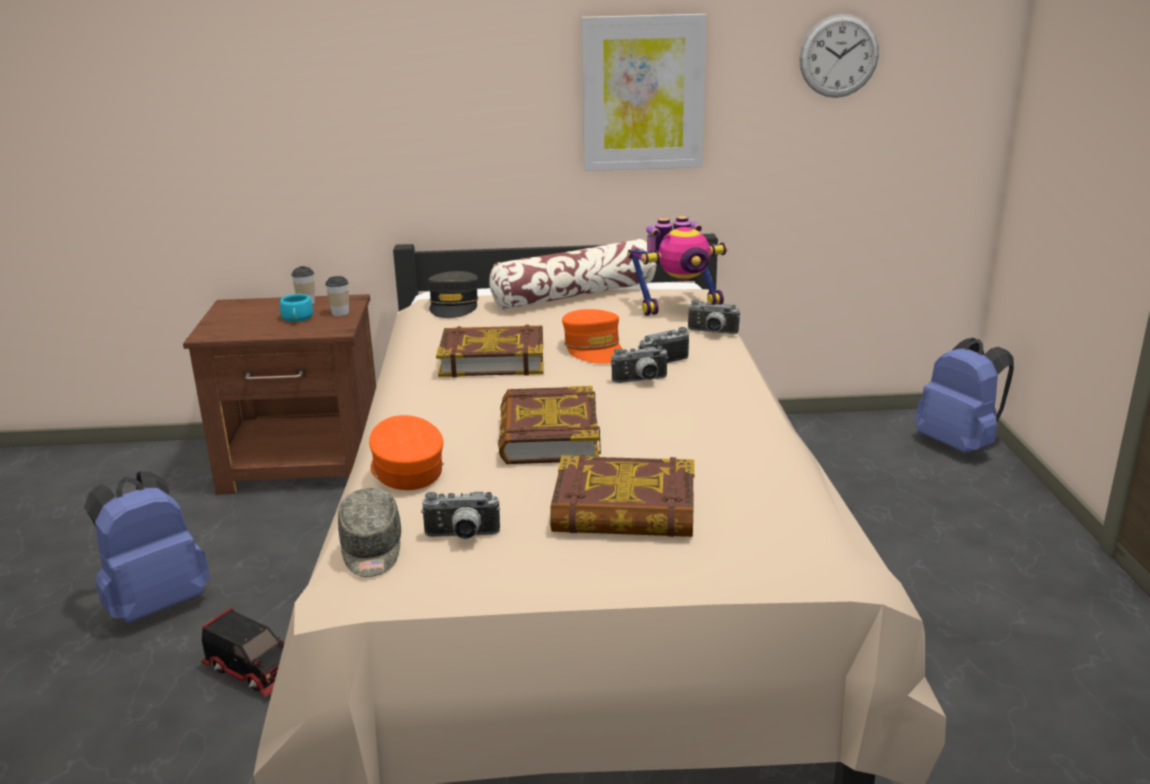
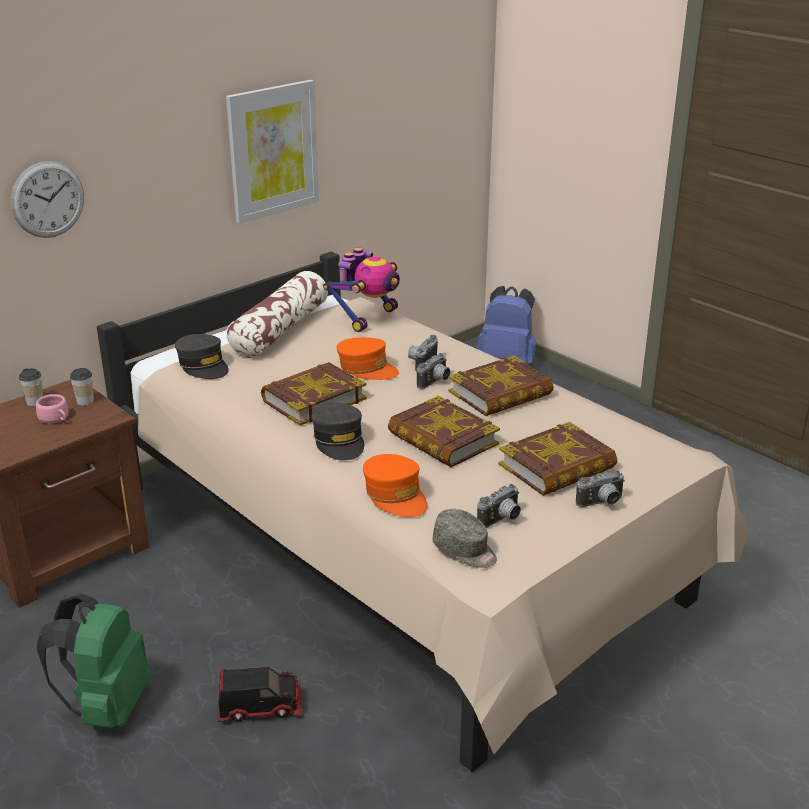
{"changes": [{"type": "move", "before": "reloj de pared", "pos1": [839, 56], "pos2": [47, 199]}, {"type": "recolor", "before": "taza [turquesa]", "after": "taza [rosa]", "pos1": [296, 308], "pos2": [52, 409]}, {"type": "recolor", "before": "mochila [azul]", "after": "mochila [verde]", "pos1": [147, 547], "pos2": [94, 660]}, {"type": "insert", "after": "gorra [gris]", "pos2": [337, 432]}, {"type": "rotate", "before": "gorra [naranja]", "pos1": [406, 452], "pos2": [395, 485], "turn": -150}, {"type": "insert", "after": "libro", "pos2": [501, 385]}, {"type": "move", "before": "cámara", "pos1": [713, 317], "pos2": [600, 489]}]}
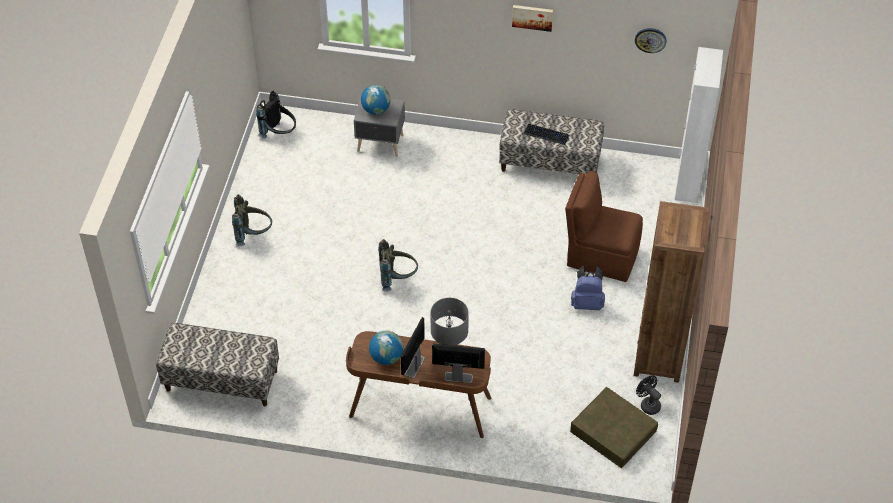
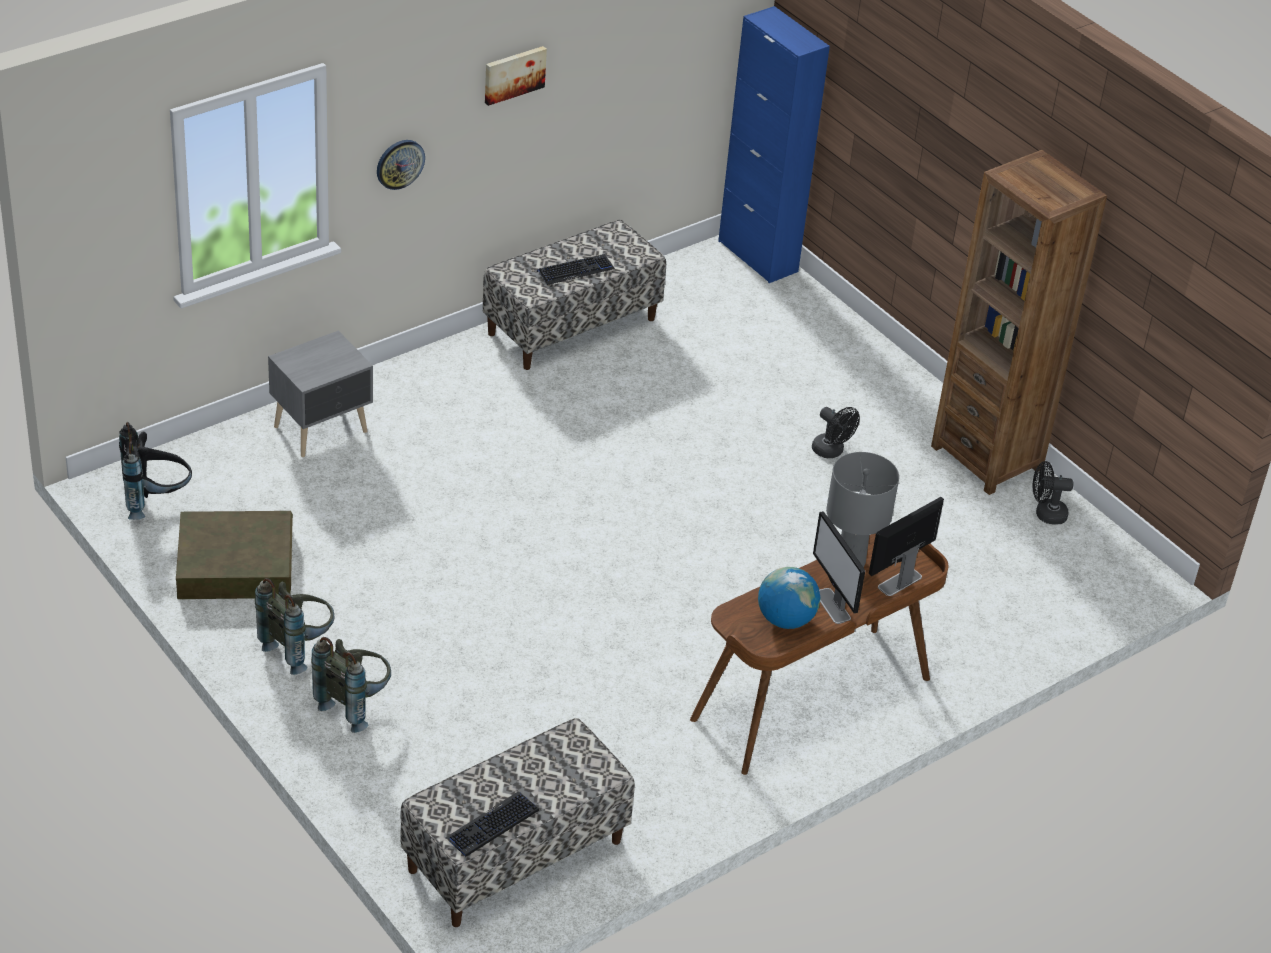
{"changes": [{"type": "move", "before": "caja de almacenaje [marrón]", "pos1": [614, 427], "pos2": [234, 555]}, {"type": "move", "before": "mochila [gris]", "pos1": [398, 265], "pos2": [351, 685]}, {"type": "move", "before": "reloj de pared", "pos1": [650, 40], "pos2": [401, 165]}, {"type": "insert", "after": "teclado", "pos2": [492, 824]}, {"type": "recolor", "before": "armario [blanco]", "after": "armario [azul]", "pos1": [699, 125], "pos2": [774, 144]}, {"type": "replace", "before": "mochila [azul]", "after": "ventilador [negro]", "pos1": [588, 288], "pos2": [836, 432]}, {"type": "delete", "before": "globo terráqueo", "pos1": [375, 100]}, {"type": "delete", "before": "silla [marrón]", "pos1": [604, 226]}]}
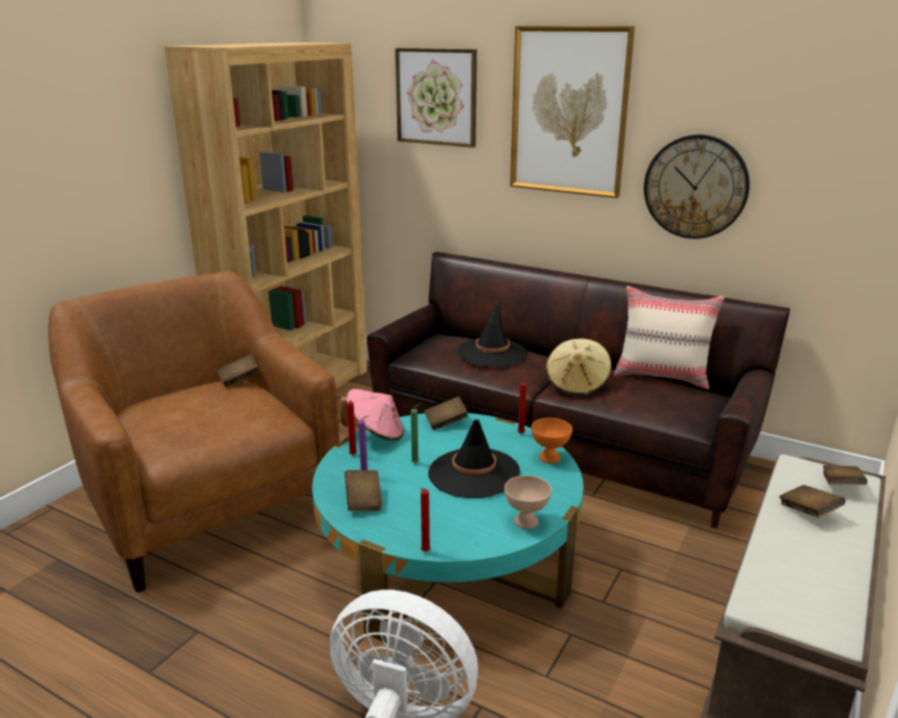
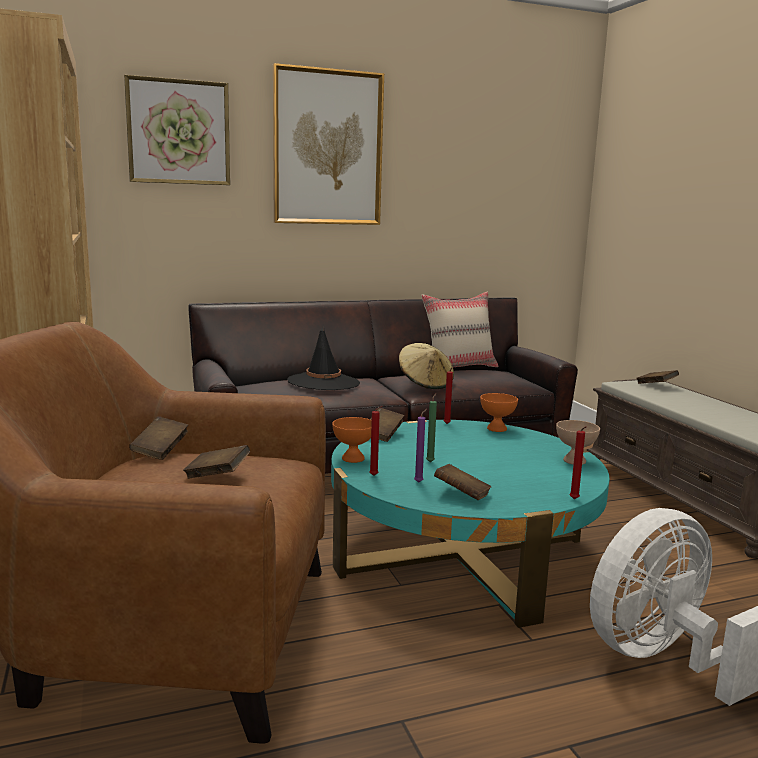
{"changes": [{"type": "move", "before": "libro [marrón]", "pos1": [812, 501], "pos2": [216, 462]}, {"type": "replace", "before": "sombrero [rosa]", "after": "cuenco [naranja]", "pos1": [372, 415], "pos2": [352, 440]}, {"type": "delete", "before": "sombrero [negro]", "pos1": [474, 458]}, {"type": "delete", "before": "reloj de pared", "pos1": [697, 187]}]}
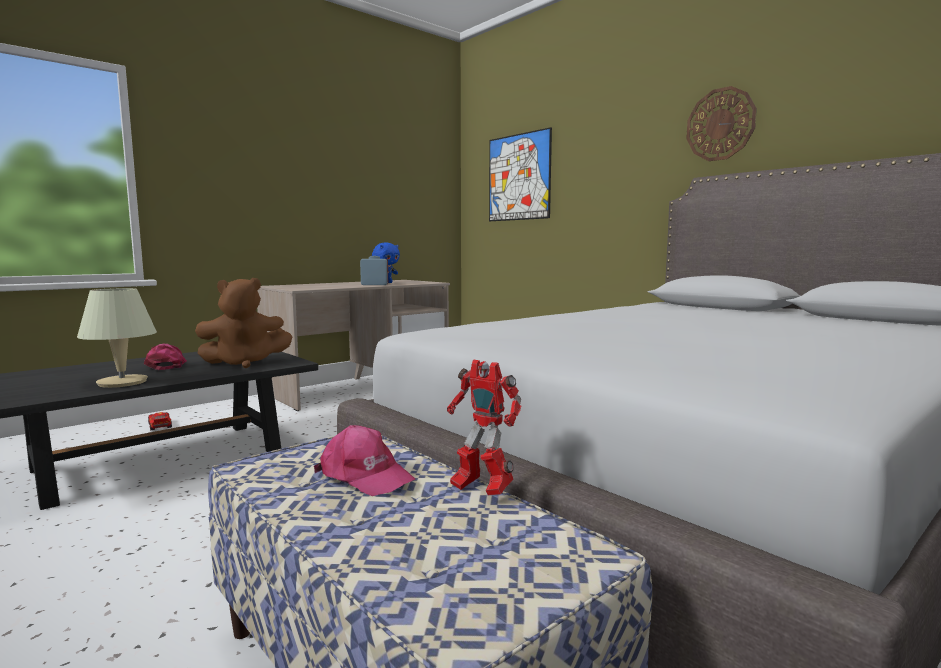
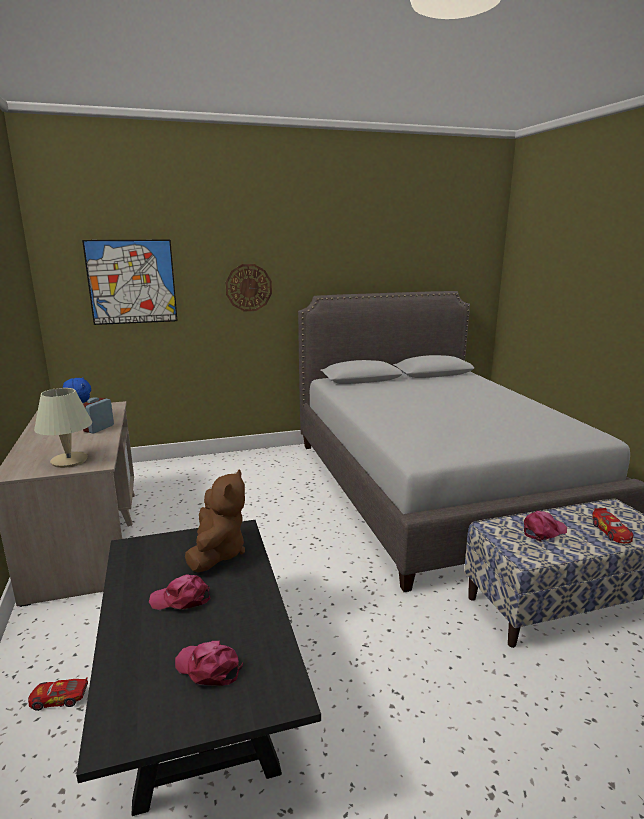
{"changes": [{"type": "move", "before": "lámpara de mesa [beis]", "pos1": [117, 338], "pos2": [63, 428]}, {"type": "insert", "after": "gorra [rosa]", "pos2": [209, 663]}, {"type": "move", "before": "reloj de pared", "pos1": [721, 123], "pos2": [248, 288]}, {"type": "insert", "after": "coche de juguete", "pos2": [612, 525]}, {"type": "delete", "before": "robot de juguete", "pos1": [484, 428]}]}
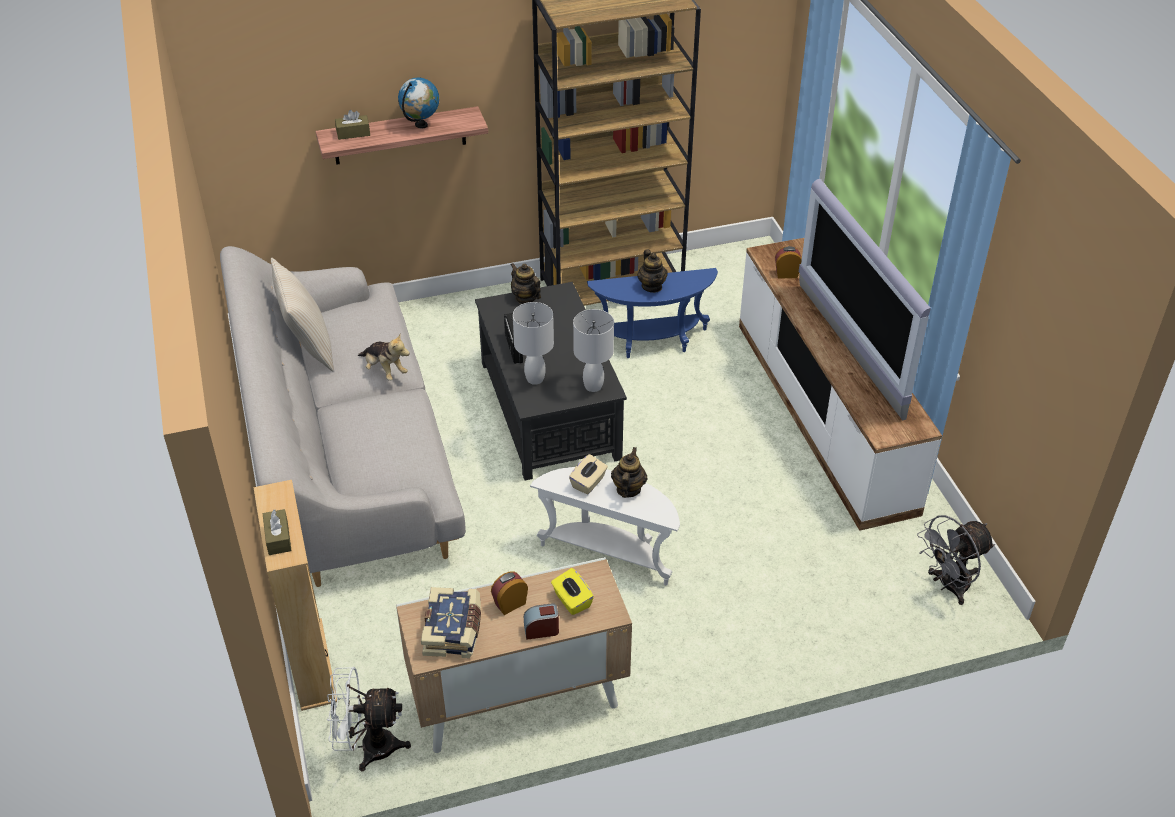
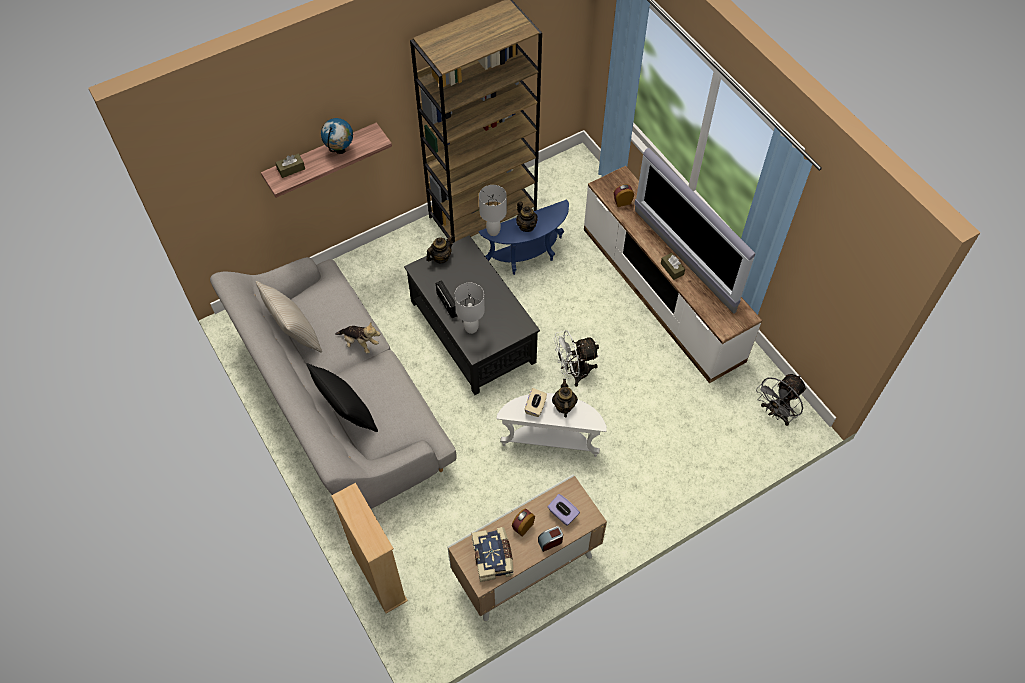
{"changes": [{"type": "insert", "after": "cojín [negro]", "pos2": [342, 397]}, {"type": "rotate", "before": "tetera", "pos1": [525, 283], "pos2": [440, 249], "turn": 105}, {"type": "move", "before": "lámpara de mesa [blanco]", "pos1": [593, 350], "pos2": [493, 210]}, {"type": "recolor", "before": "caja de pañuelos [amarillo]", "after": "caja de pañuelos [morado]", "pos1": [572, 591], "pos2": [564, 510]}, {"type": "move", "before": "ventilador [blanco]", "pos1": [369, 719], "pos2": [577, 358]}, {"type": "move", "before": "caja de pañuelos [marrón]", "pos1": [277, 532], "pos2": [673, 266]}]}
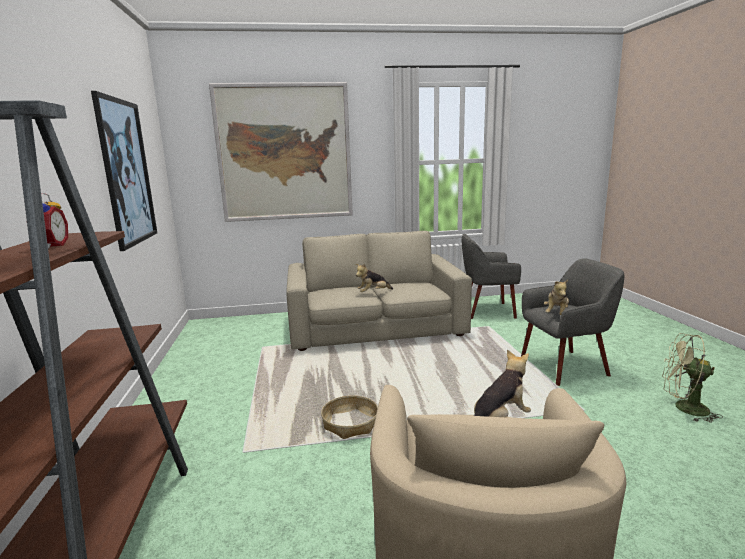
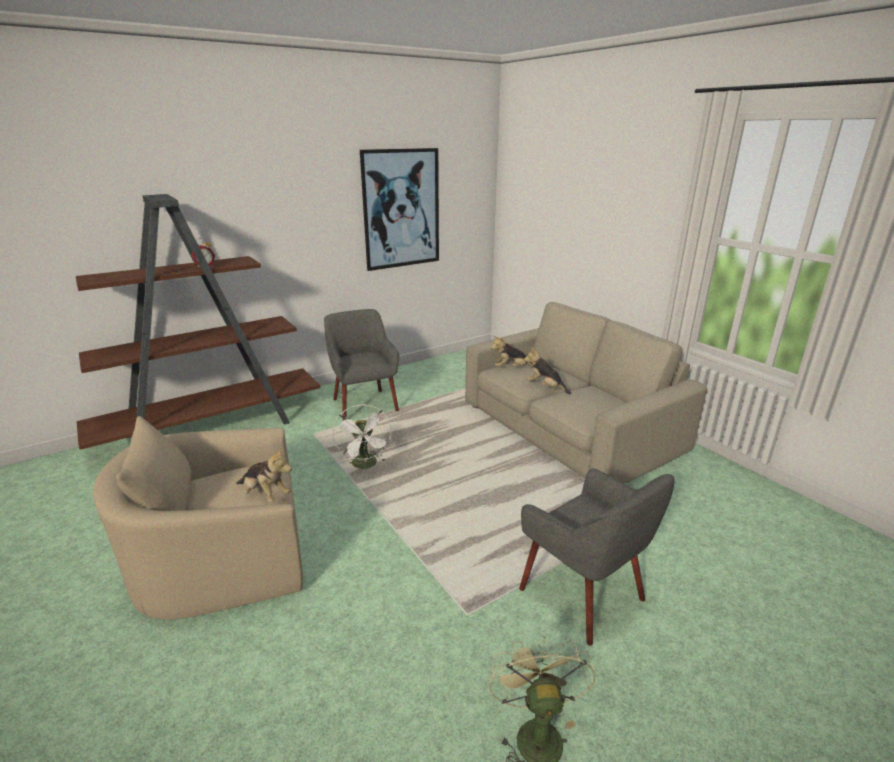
{"changes": [{"type": "move", "before": "sillón [gris]", "pos1": [491, 276], "pos2": [361, 365]}, {"type": "replace", "before": "cesta", "after": "ventilador [blanco]", "pos1": [349, 417], "pos2": [362, 437]}, {"type": "move", "before": "peluche", "pos1": [556, 297], "pos2": [512, 351]}, {"type": "delete", "before": "cuadro", "pos1": [281, 152]}]}
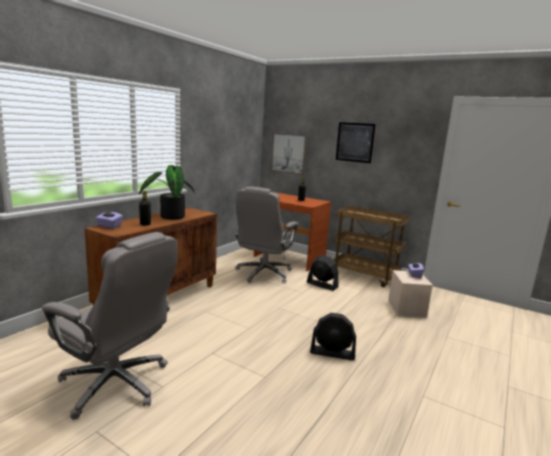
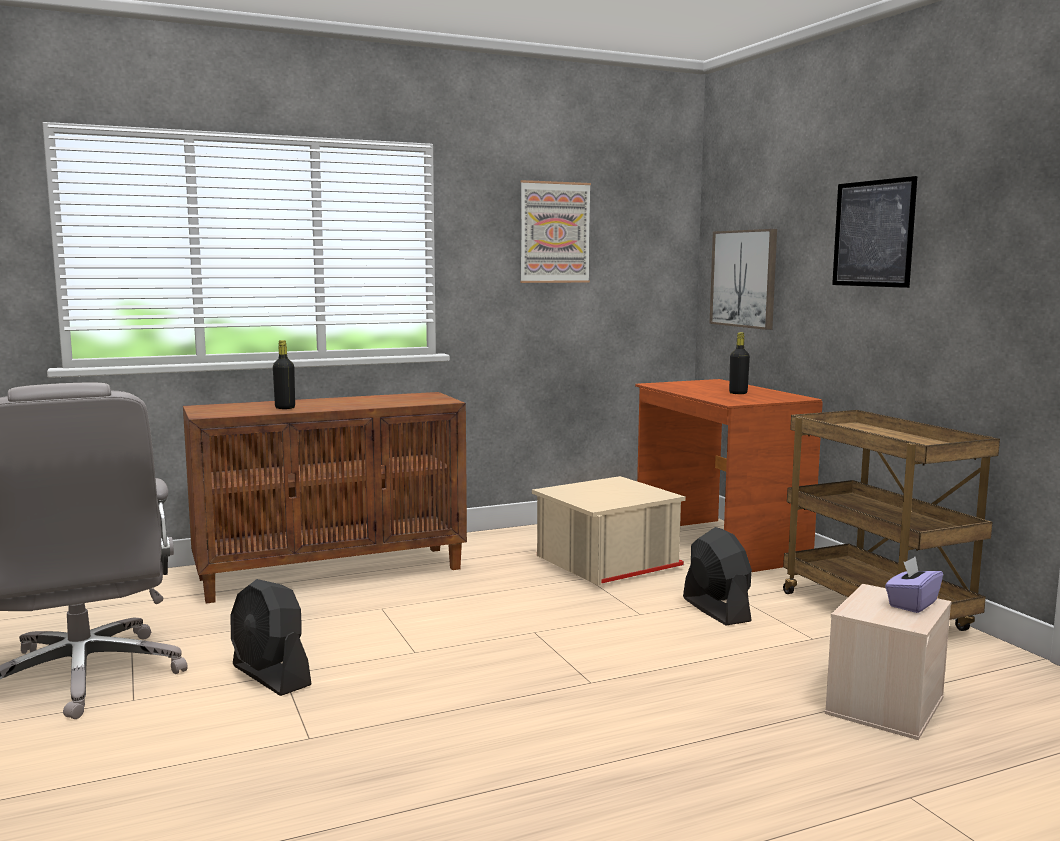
{"changes": [{"type": "move", "before": "ventilador [negro]", "pos1": [333, 336], "pos2": [271, 637]}, {"type": "insert", "after": "cuadro", "pos2": [555, 231]}, {"type": "replace", "before": "silla de oficina [gris]", "after": "caja de almacenaje [beis]", "pos1": [267, 234], "pos2": [609, 530]}, {"type": "delete", "before": "caja de pañuelos [morado]", "pos1": [109, 219]}, {"type": "delete", "before": "planta en maceta", "pos1": [167, 192]}]}
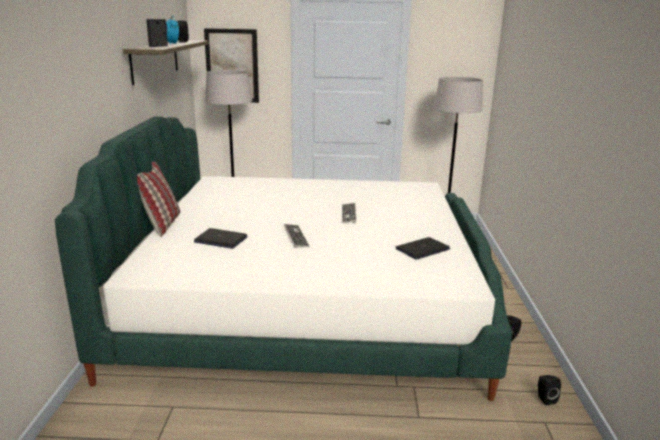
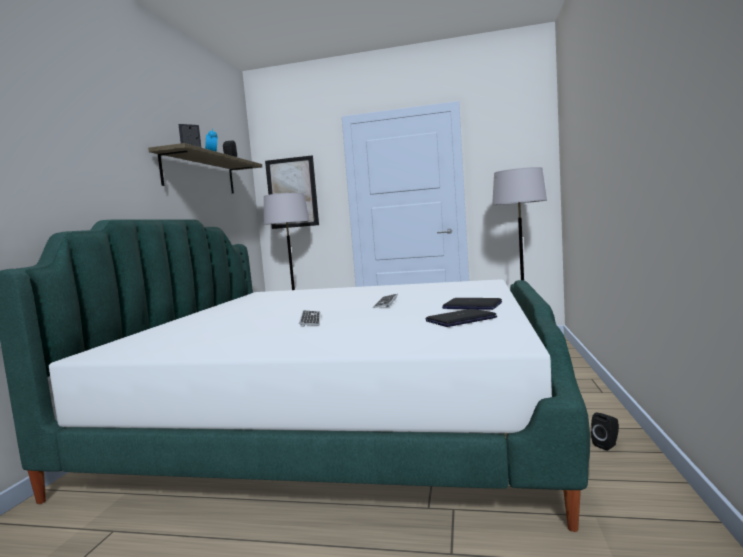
{"changes": [{"type": "move", "before": "portátil", "pos1": [221, 238], "pos2": [472, 304]}, {"type": "delete", "before": "cojín", "pos1": [158, 199]}, {"type": "delete", "before": "altavoz [negro]", "pos1": [549, 390]}]}
